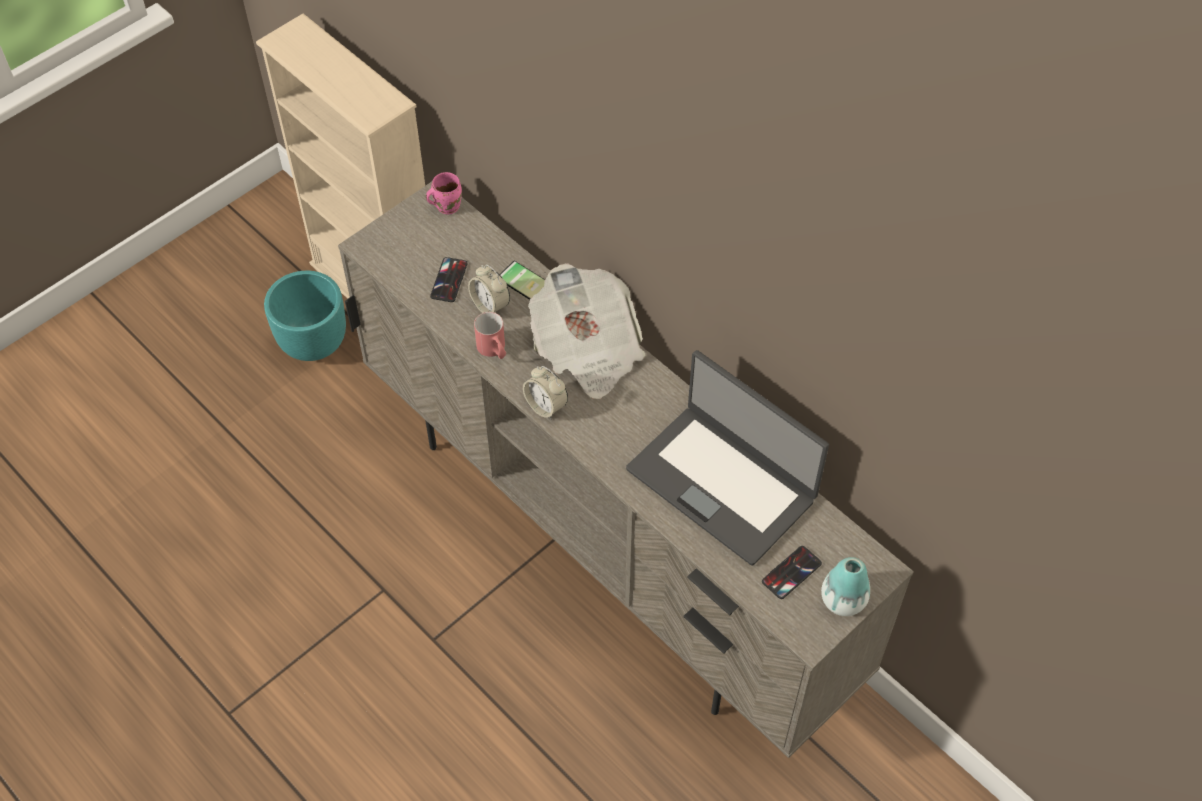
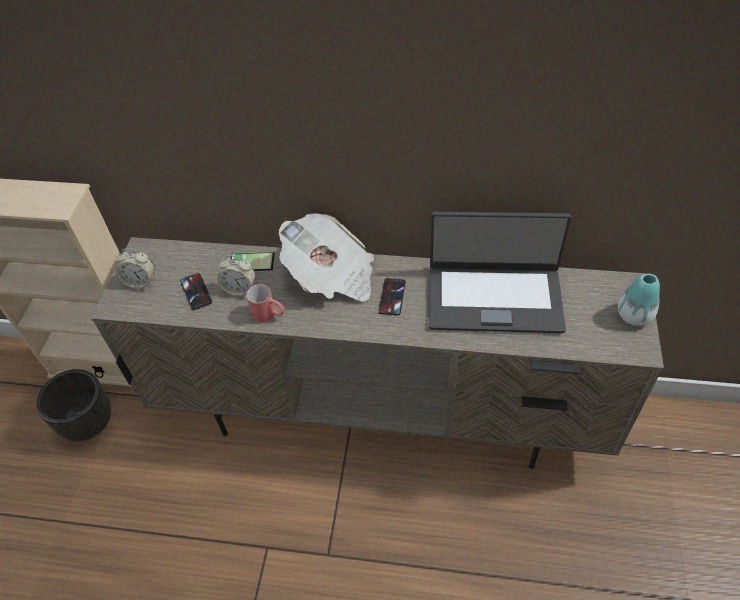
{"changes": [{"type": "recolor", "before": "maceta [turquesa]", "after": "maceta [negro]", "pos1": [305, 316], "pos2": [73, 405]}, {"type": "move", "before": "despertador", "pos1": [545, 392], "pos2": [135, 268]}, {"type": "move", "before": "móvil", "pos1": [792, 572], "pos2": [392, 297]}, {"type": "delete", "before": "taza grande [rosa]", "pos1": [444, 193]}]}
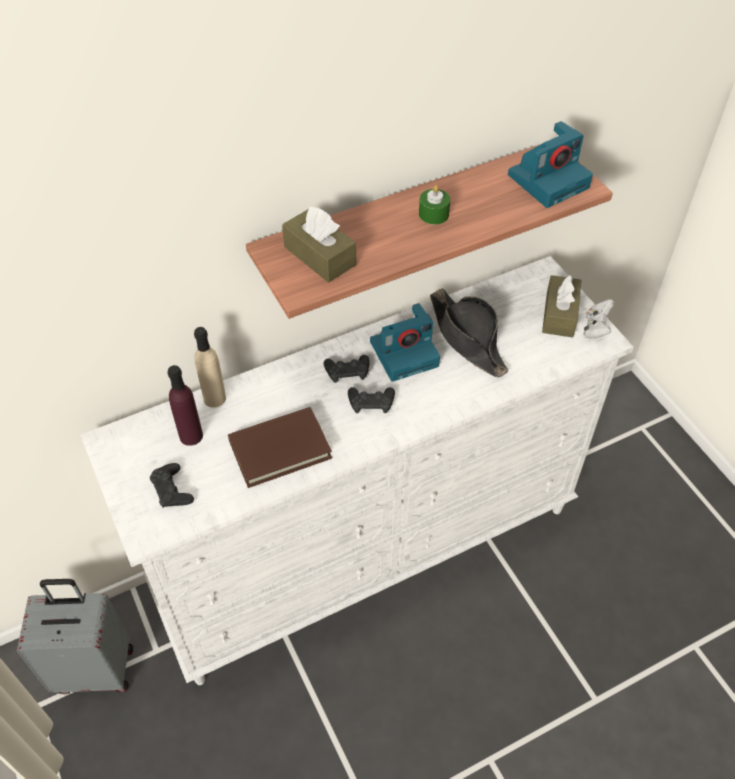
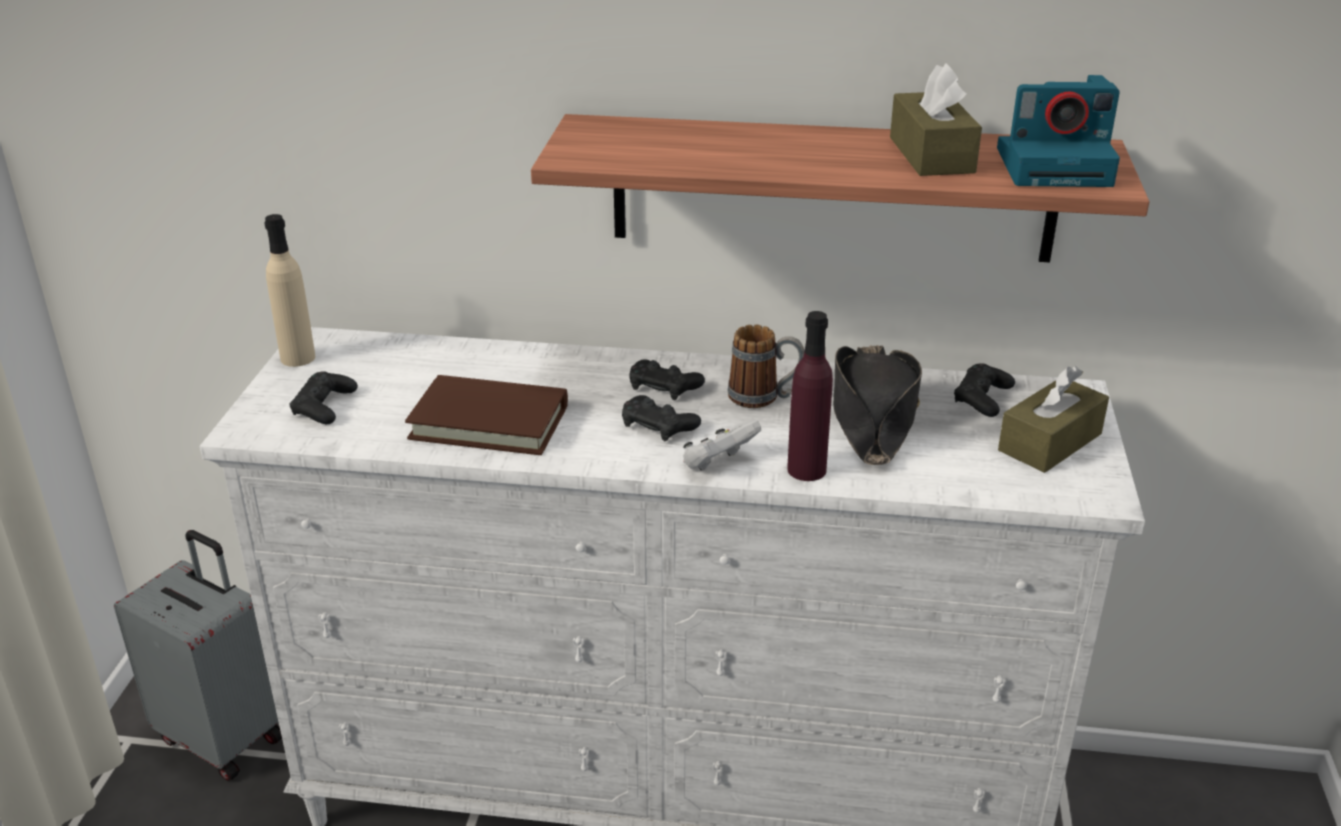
{"changes": [{"type": "move", "before": "botella [beis]", "pos1": [210, 367], "pos2": [289, 290]}, {"type": "move", "before": "mando de consola [blanco]", "pos1": [598, 319], "pos2": [722, 445]}, {"type": "replace", "before": "cámara", "after": "taza grande", "pos1": [405, 342], "pos2": [765, 366]}, {"type": "move", "before": "botella [morado]", "pos1": [185, 405], "pos2": [810, 396]}, {"type": "move", "before": "caja de pañuelos [marrón]", "pos1": [319, 245], "pos2": [936, 119]}, {"type": "insert", "after": "mando de consola [negro]", "pos2": [984, 390]}, {"type": "delete", "before": "vela [verde]", "pos1": [434, 205]}]}
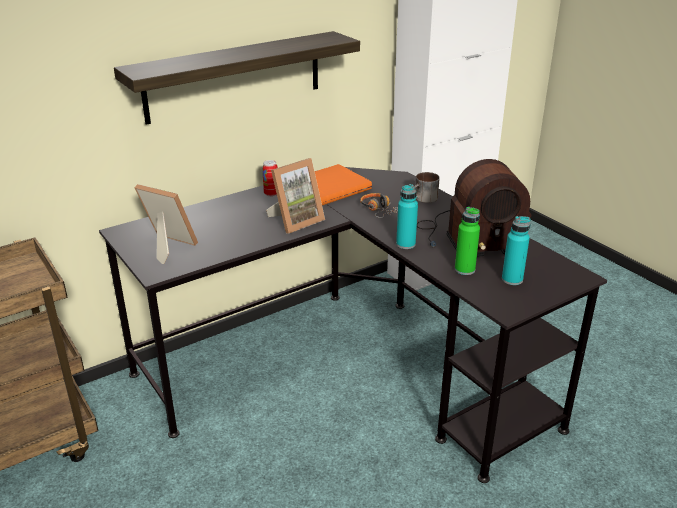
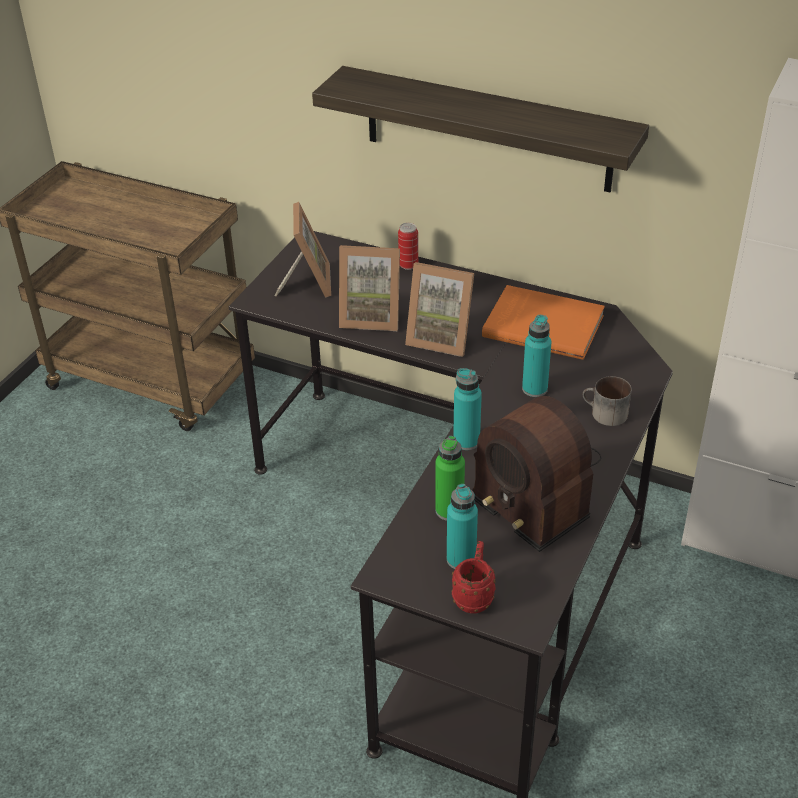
{"changes": [{"type": "insert", "after": "portarretratos", "pos2": [369, 288]}, {"type": "move", "before": "lata", "pos1": [270, 178], "pos2": [408, 246]}, {"type": "insert", "after": "taza grande [rojo]", "pos2": [474, 577]}, {"type": "replace", "before": "auriculares", "after": "botella [turquesa]", "pos1": [379, 205], "pos2": [537, 356]}]}
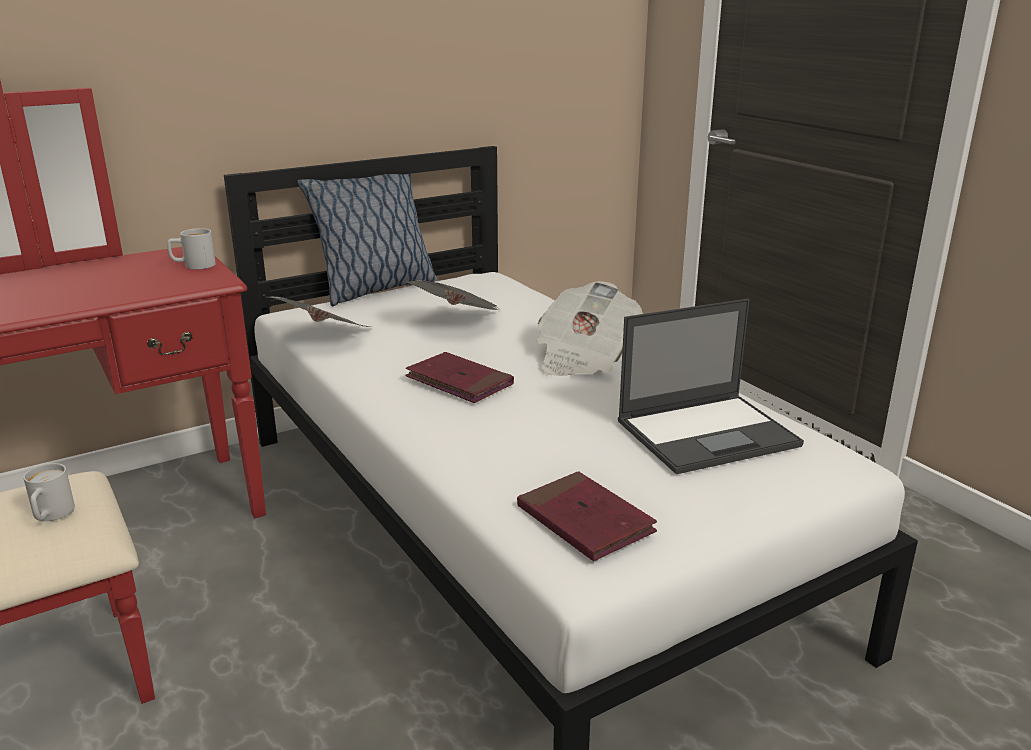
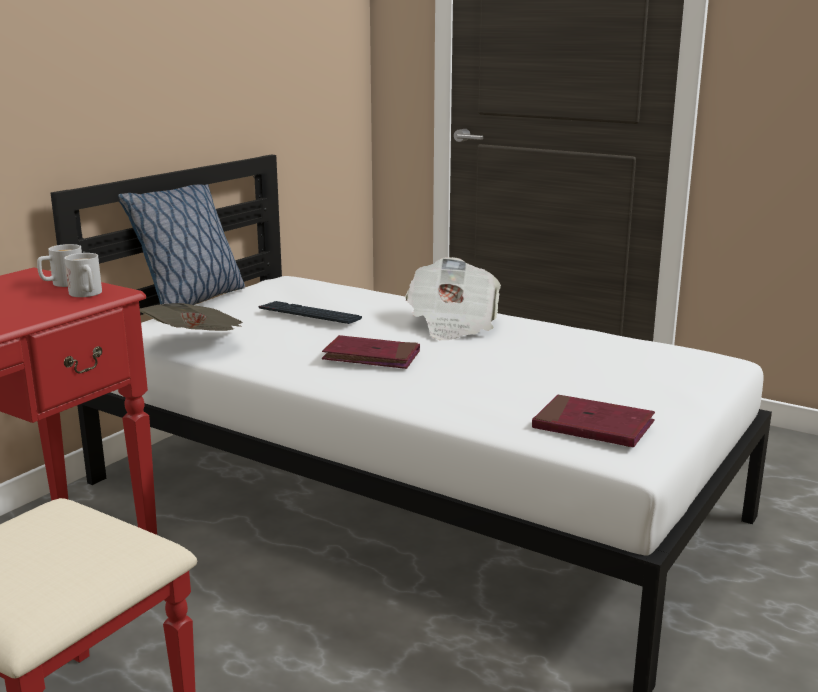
{"changes": [{"type": "move", "before": "taza grande [blanco]", "pos1": [49, 492], "pos2": [83, 275]}, {"type": "replace", "before": "periódico", "after": "teclado", "pos1": [452, 295], "pos2": [310, 312]}, {"type": "delete", "before": "portátil", "pos1": [711, 386]}]}
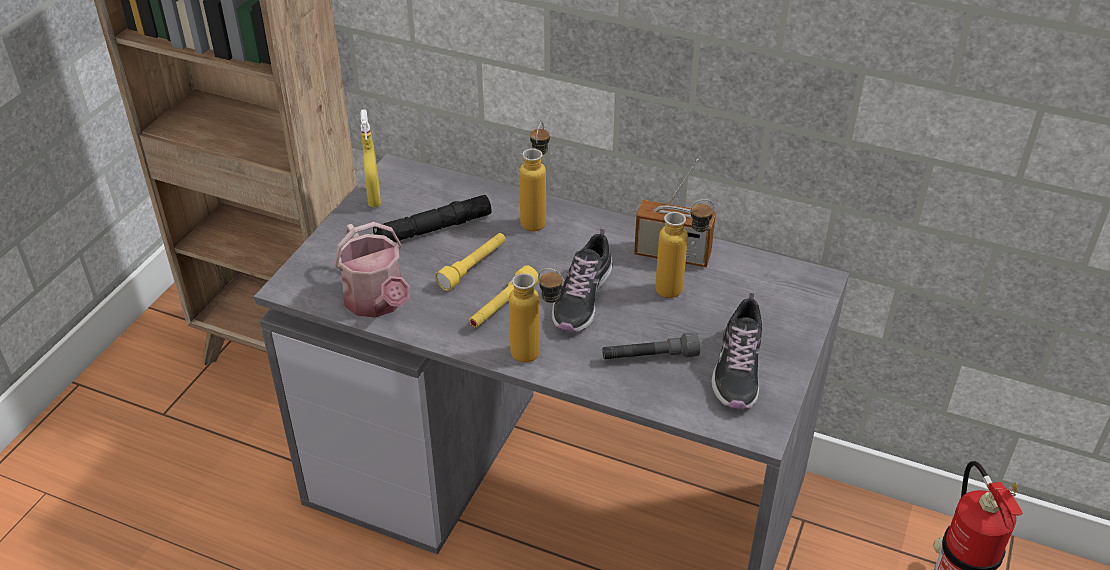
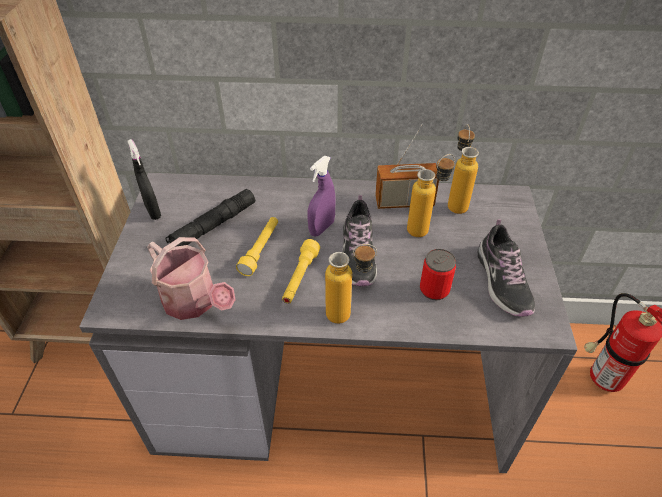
{"changes": [{"type": "recolor", "before": "pulverizador [amarillo]", "after": "pulverizador [negro]", "pos1": [371, 158], "pos2": [144, 179]}, {"type": "insert", "after": "pulverizador [morado]", "pos2": [322, 196]}, {"type": "replace", "before": "linterna [gris]", "after": "lata", "pos1": [651, 346], "pos2": [438, 274]}, {"type": "move", "before": "botella", "pos1": [534, 177], "pos2": [463, 169]}]}
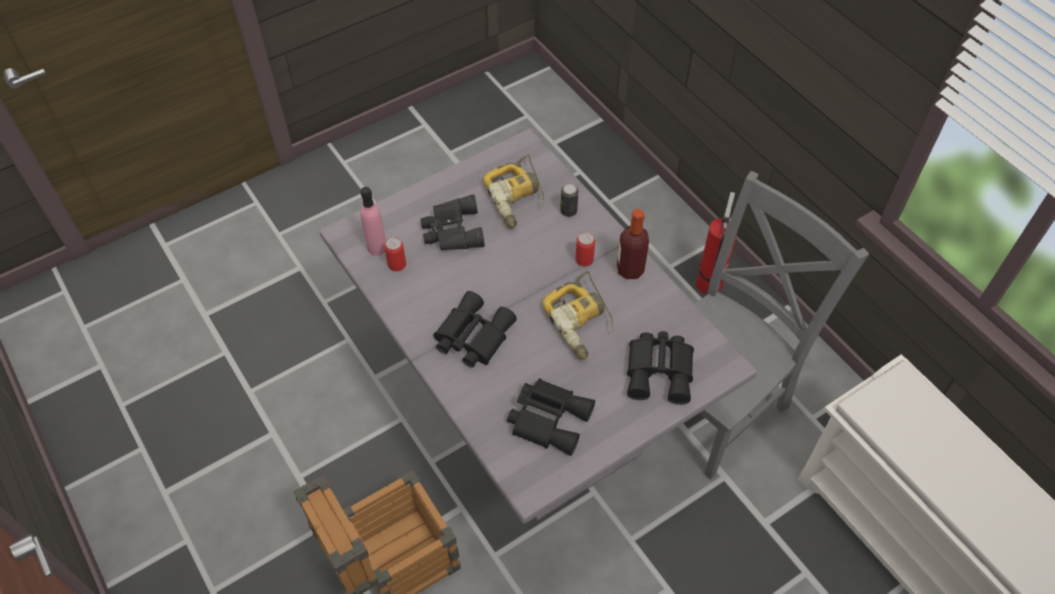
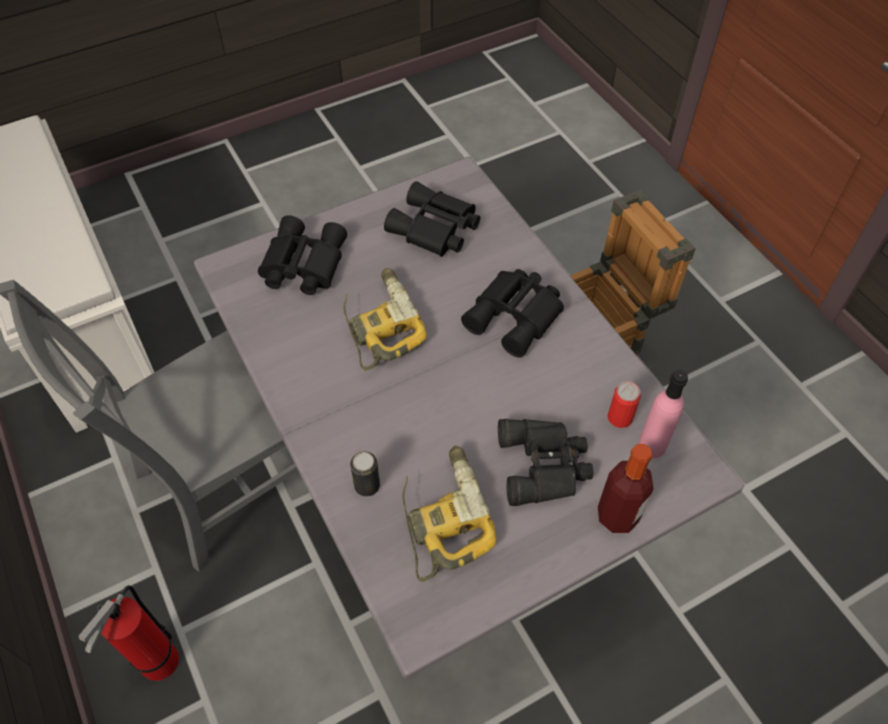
{"changes": [{"type": "move", "before": "botella", "pos1": [633, 244], "pos2": [626, 488]}, {"type": "delete", "before": "lata", "pos1": [585, 249]}]}
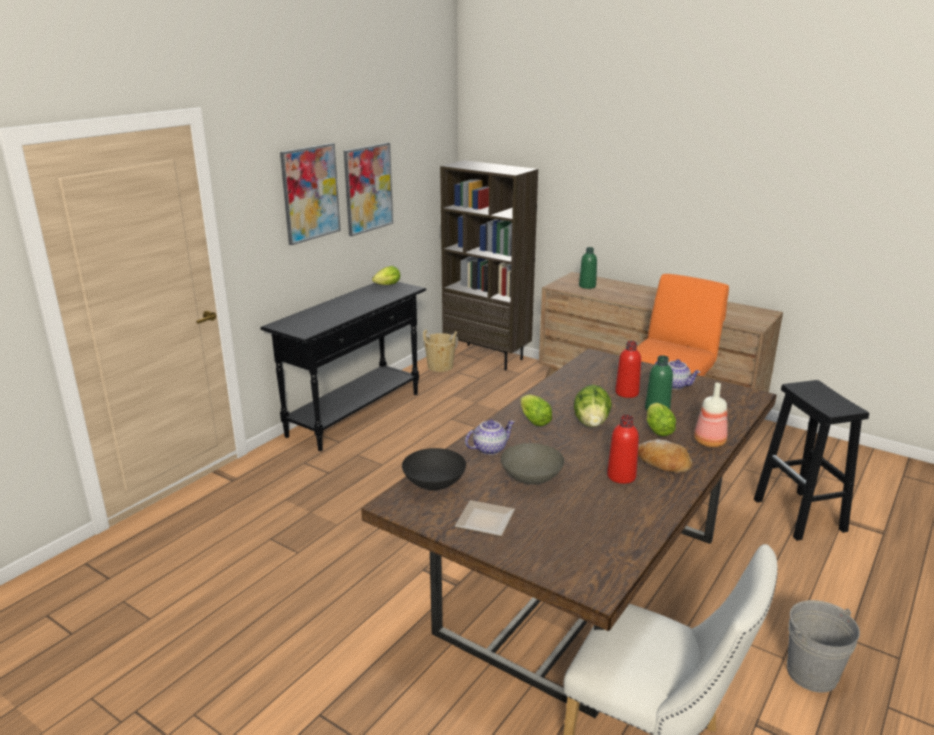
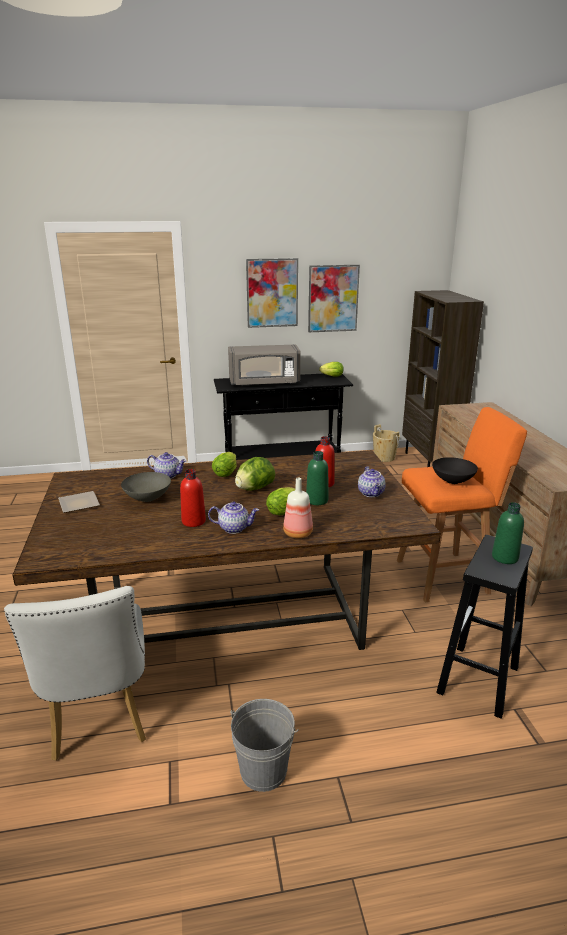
{"changes": [{"type": "replace", "before": "pan", "after": "tetera", "pos1": [665, 456], "pos2": [233, 518]}, {"type": "insert", "after": "microondas [gris]", "pos2": [264, 365]}, {"type": "move", "before": "cuenco [negro]", "pos1": [434, 469], "pos2": [455, 470]}, {"type": "move", "before": "botella [verde]", "pos1": [588, 268], "pos2": [508, 533]}]}
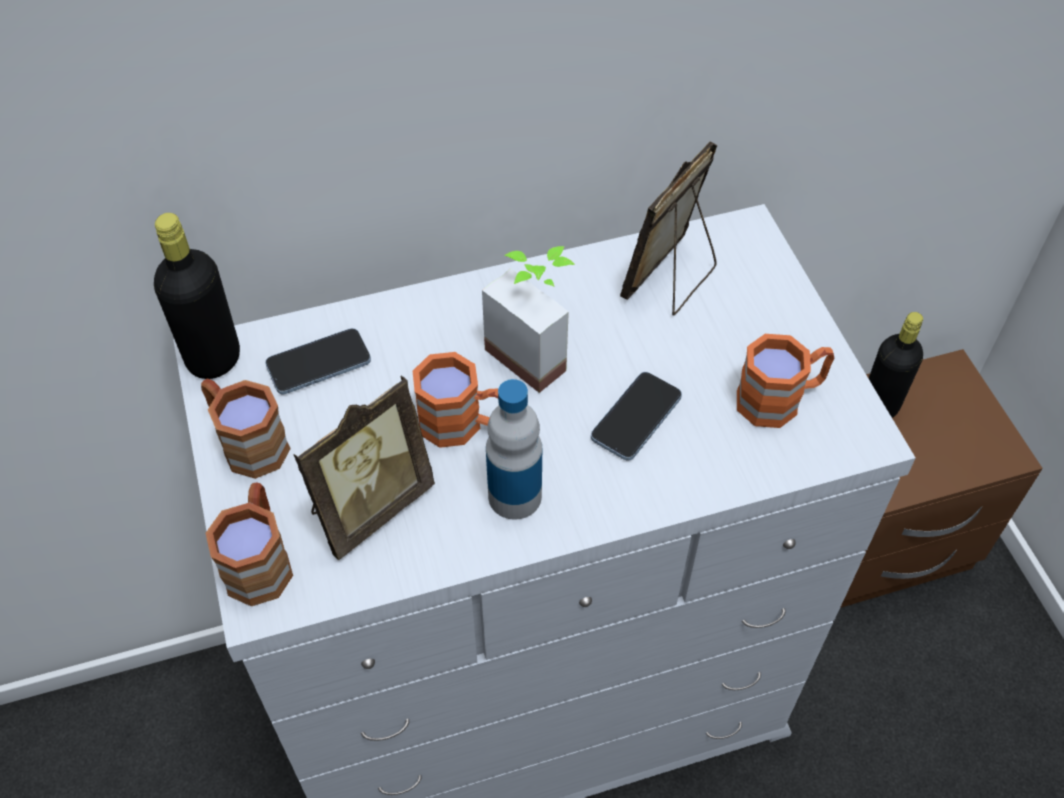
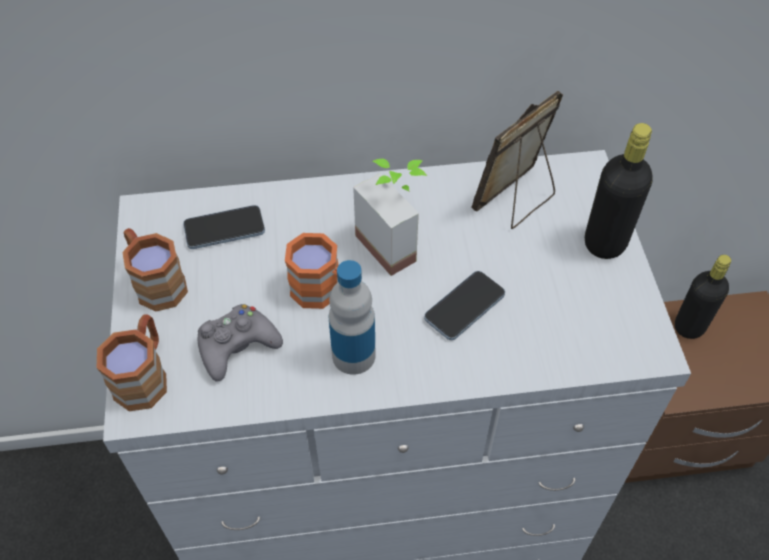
{"changes": [{"type": "replace", "before": "portarretratos", "after": "mando de consola [gris]", "pos1": [364, 468], "pos2": [240, 343]}, {"type": "move", "before": "botella [negro]", "pos1": [197, 296], "pos2": [619, 191]}, {"type": "delete", "before": "taza grande [naranja]", "pos1": [785, 381]}]}
